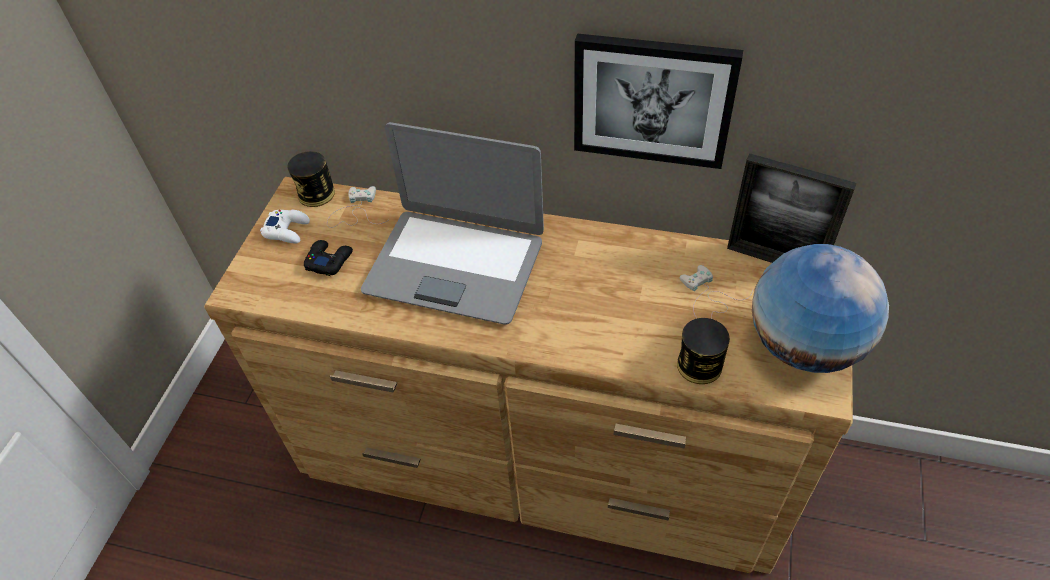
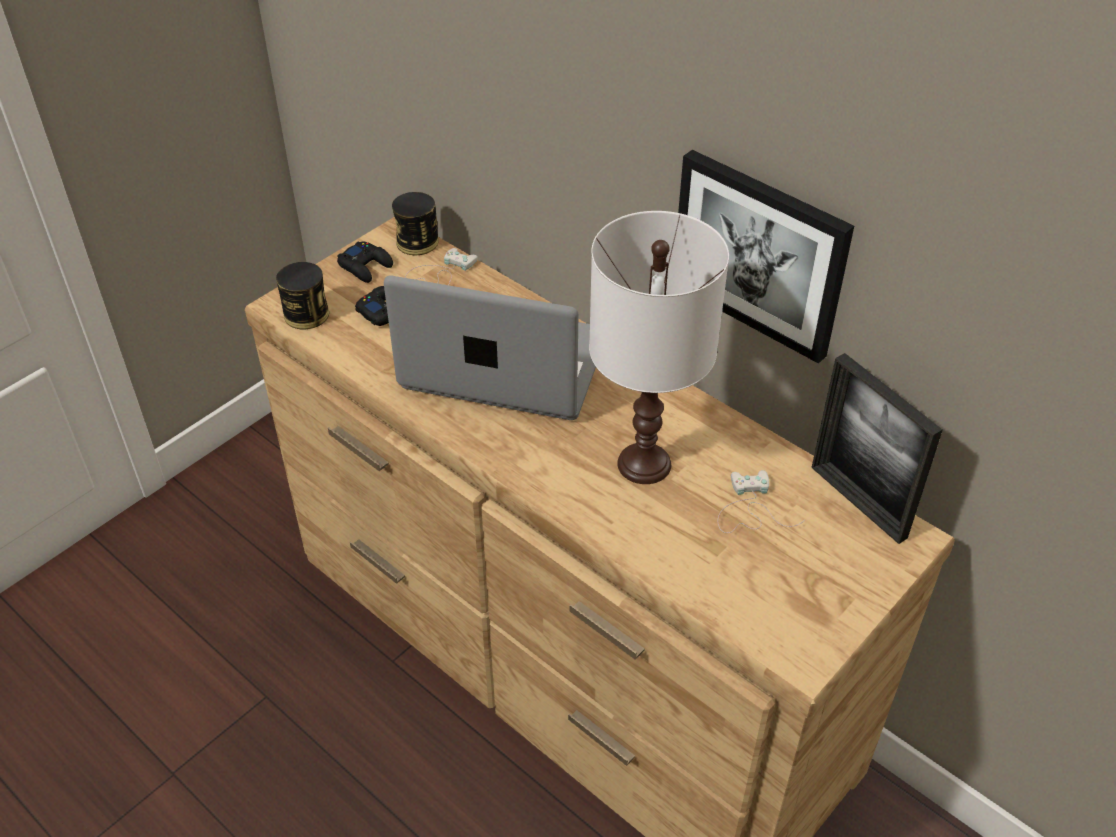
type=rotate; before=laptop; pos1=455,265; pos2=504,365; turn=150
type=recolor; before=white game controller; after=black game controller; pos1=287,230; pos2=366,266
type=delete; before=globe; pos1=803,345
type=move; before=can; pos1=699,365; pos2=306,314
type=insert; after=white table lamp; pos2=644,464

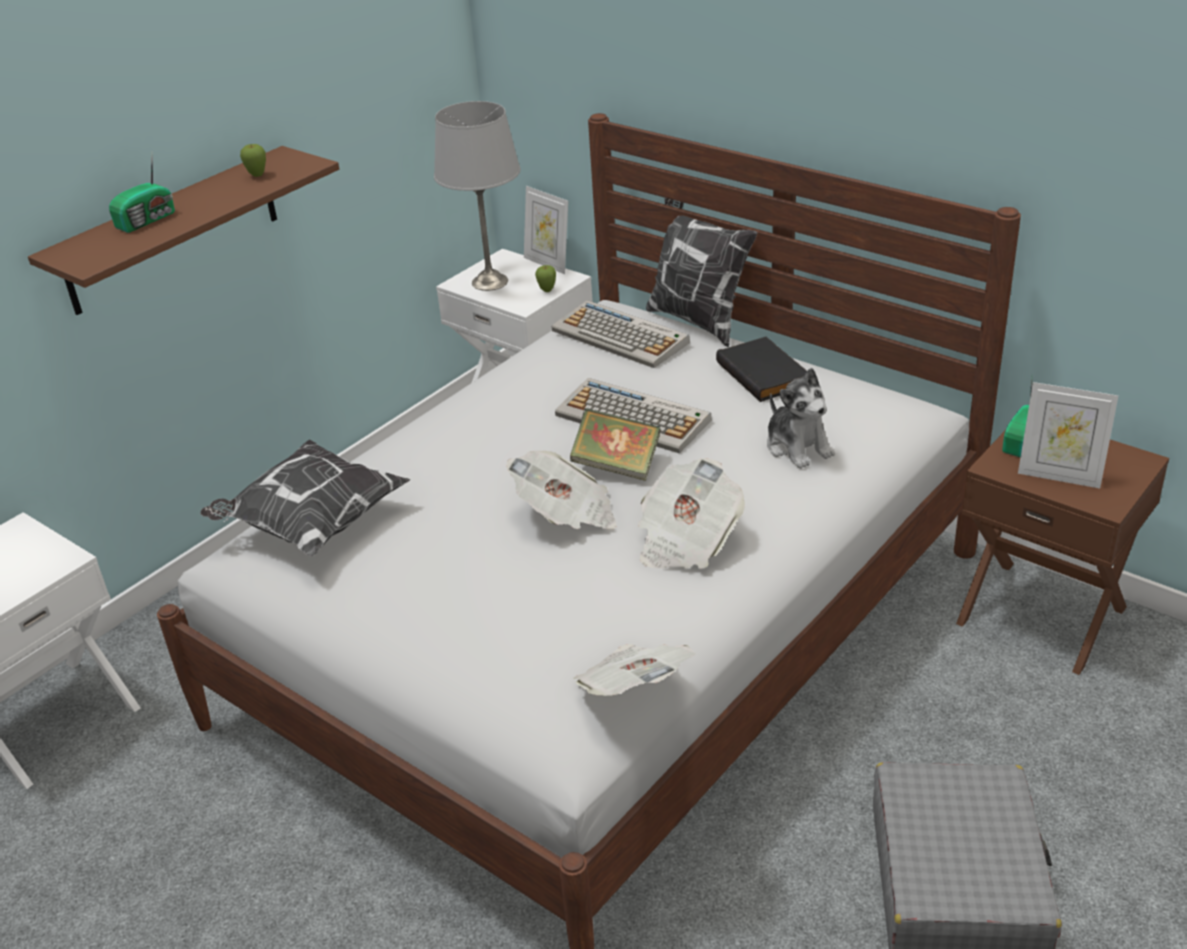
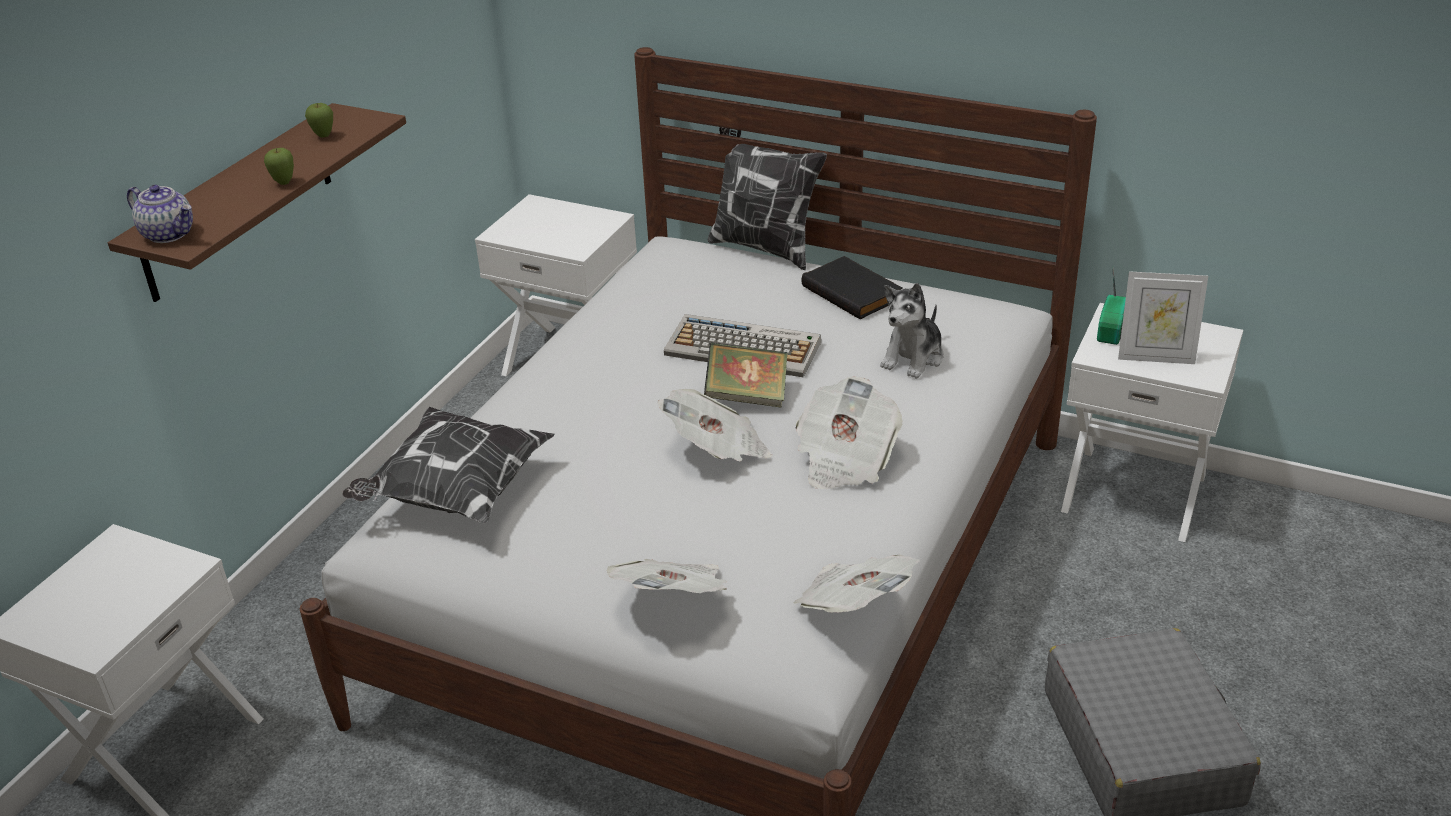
type=delete; before=grey table lamp; pos1=490,282
type=delete; before=radio; pos1=148,220
type=delete; before=picture frame; pos1=548,263
type=move; before=apple; pos1=547,290; pos2=284,183
type=delete; before=keyboard; pos1=621,336
type=rotate; before=plush toy; pos1=798,447; pos2=913,358; turn=75
type=recolor; before=brown nightstand; after=white nightstand; pos1=1042,614; pos2=1134,491
type=insert; after=teapot; pos2=169,234
type=insert; after=newspaper; pos2=674,599

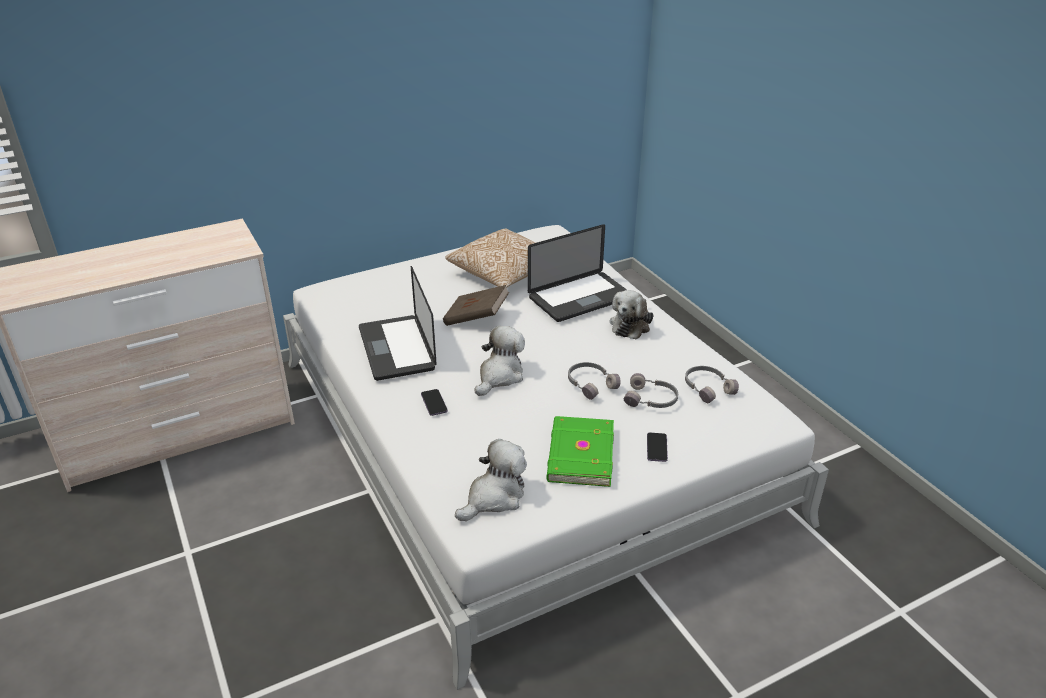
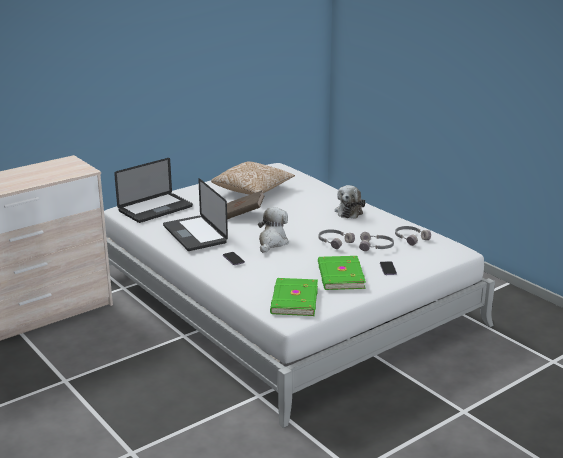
type=move; before=laptop; pos1=580,298; pos2=155,209
type=replace; before=plush toy; after=green book; pos1=494,497; pos2=293,300

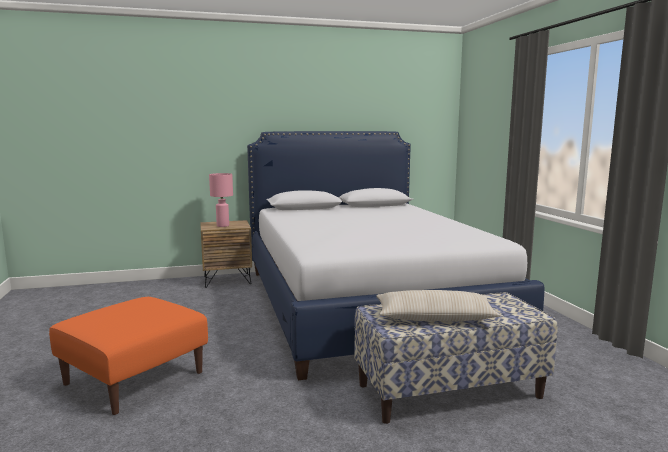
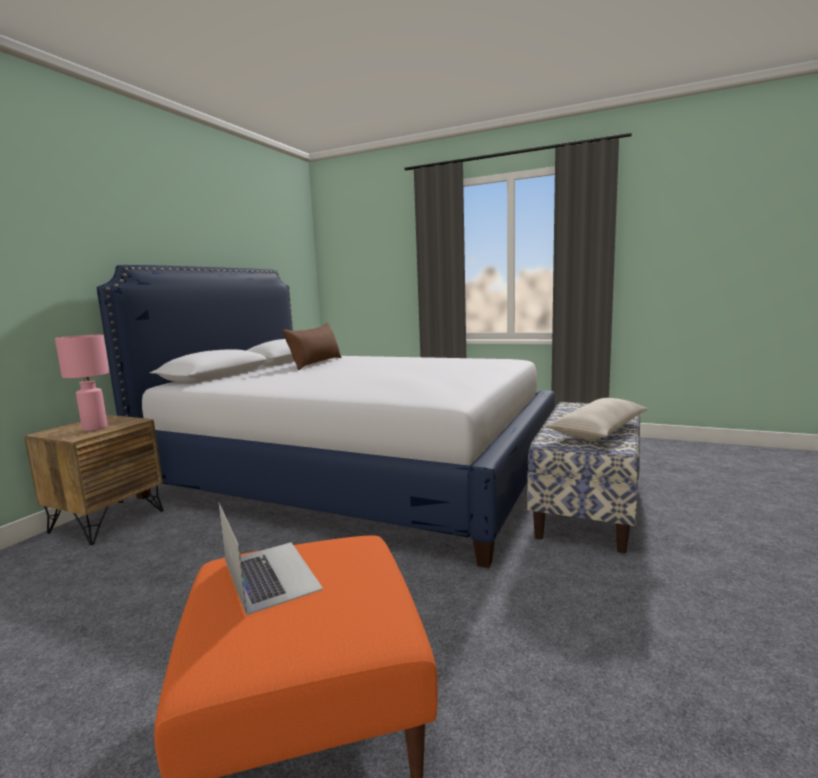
type=insert; after=brown pillow; pos2=316,363
type=insert; after=laptop; pos2=270,574

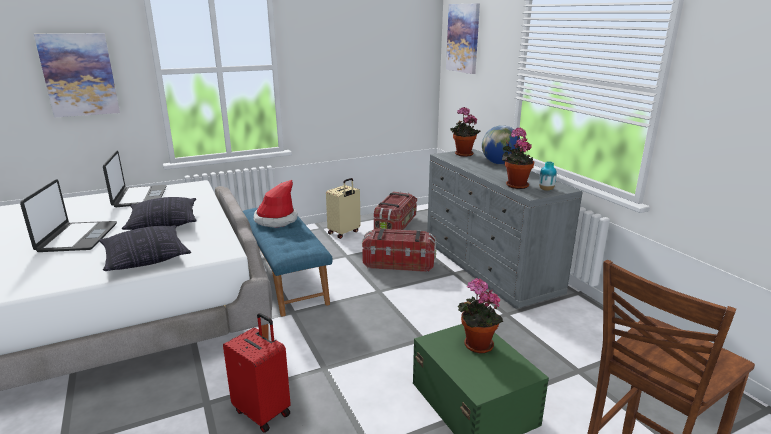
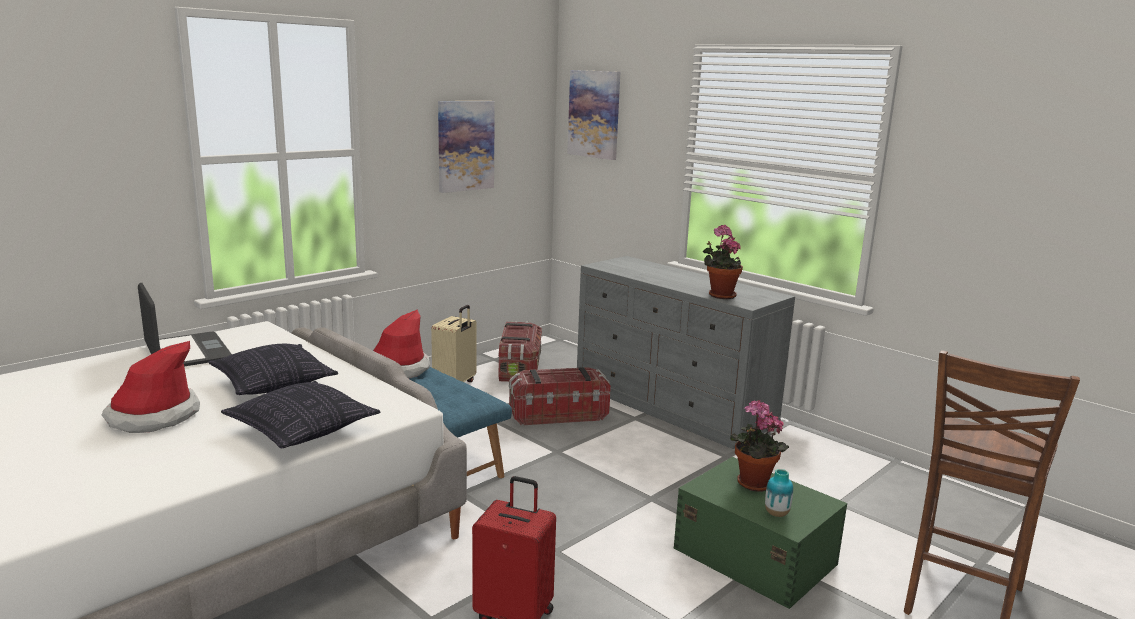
type=move; before=picture; pos1=79,75; pos2=465,146
type=delete; before=potted plant; pos1=462,154
type=delete; before=globe; pos1=499,163
type=move; before=vase; pos1=546,190; pos2=776,514
type=replace; before=laptop; after=hat; pos1=77,237; pos2=153,416

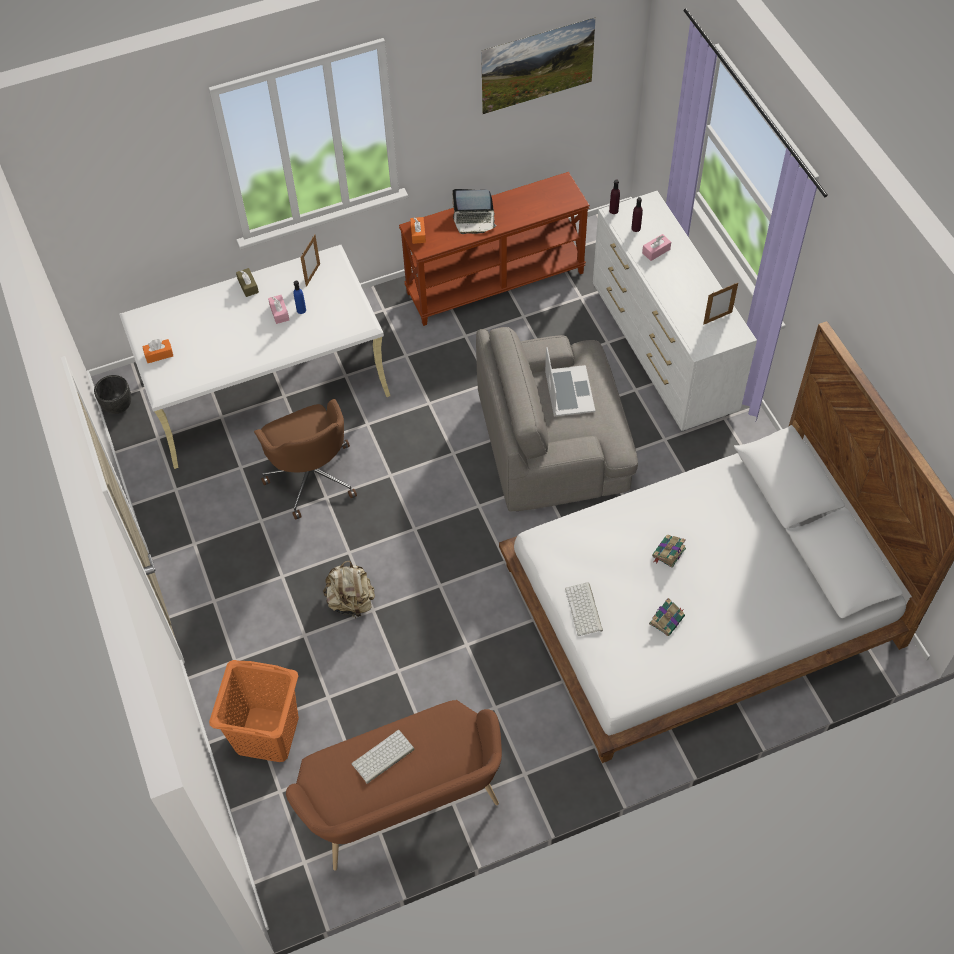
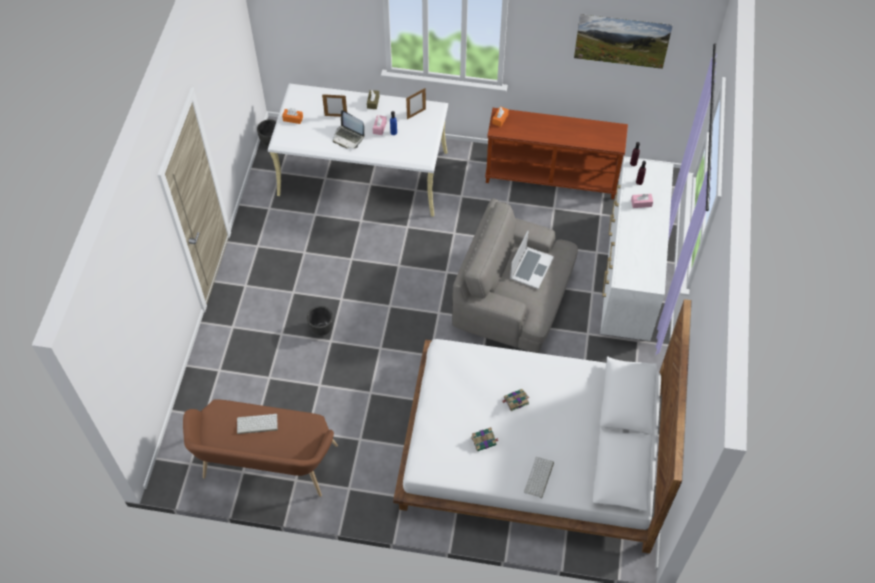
type=move; before=laptop; pos1=474,220; pos2=348,137
type=move; before=picture frame; pos1=717,318; pos2=336,116
type=delete; before=brown office chair; pos1=312,476
type=replace; before=beige backpack; after=black planter; pos1=351,601; pos2=322,329
type=move; before=keyboard; pos1=584,610; pos2=539,478
type=delete; before=orange laundry basket; pos1=266,734

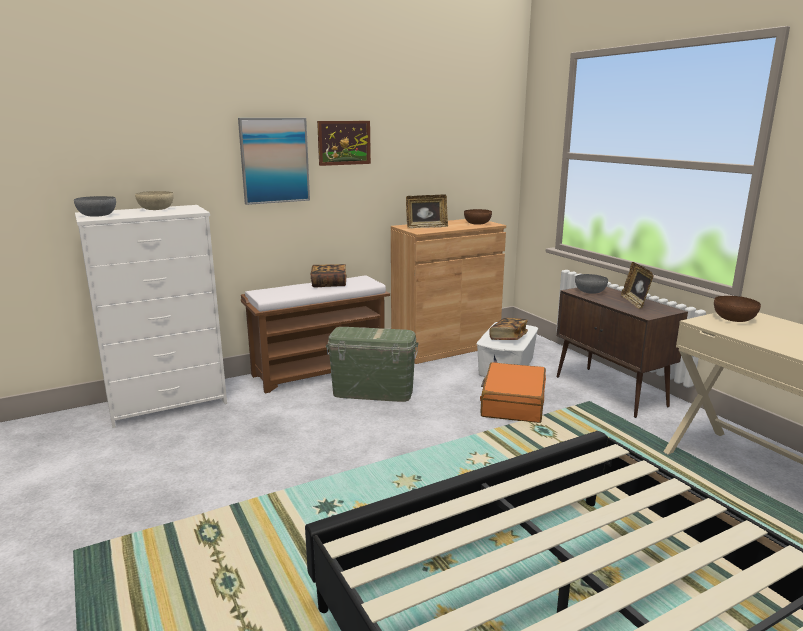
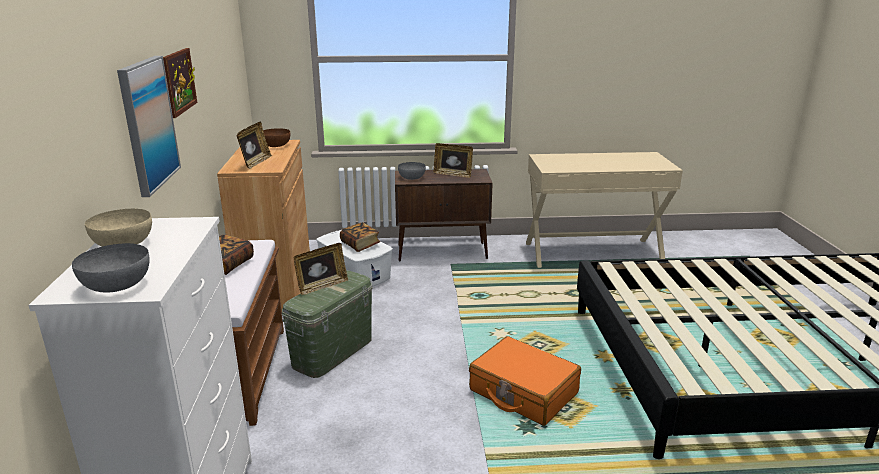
type=delete; before=brown bowl; pos1=733,319
type=move; before=orange suitcase; pos1=512,403; pos2=523,392
type=insert; after=picture frame; pos2=322,286

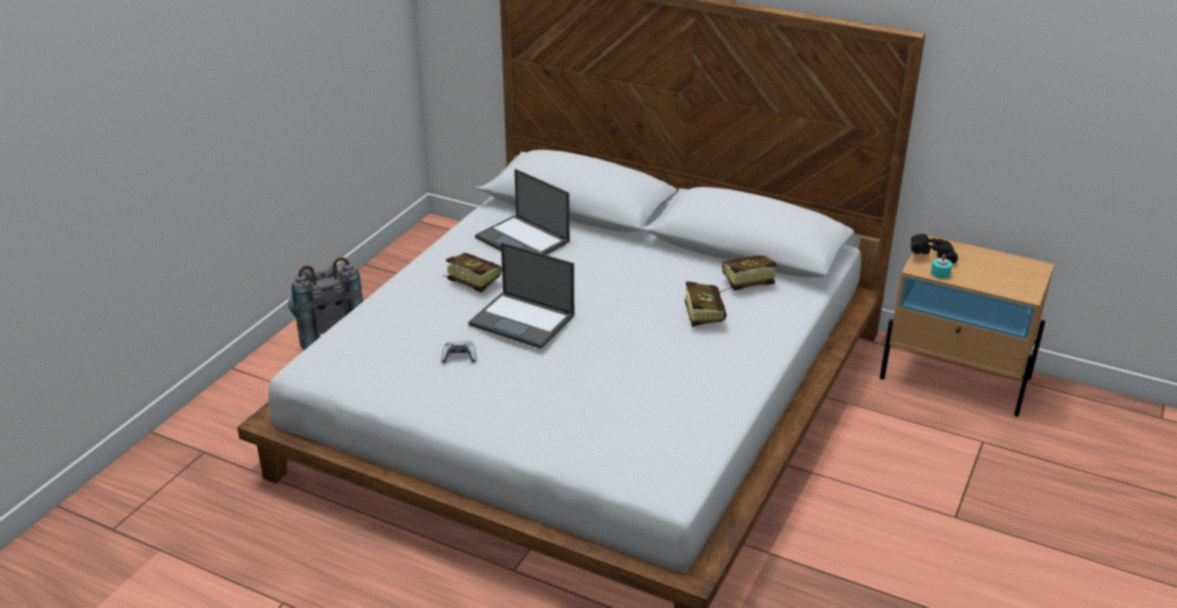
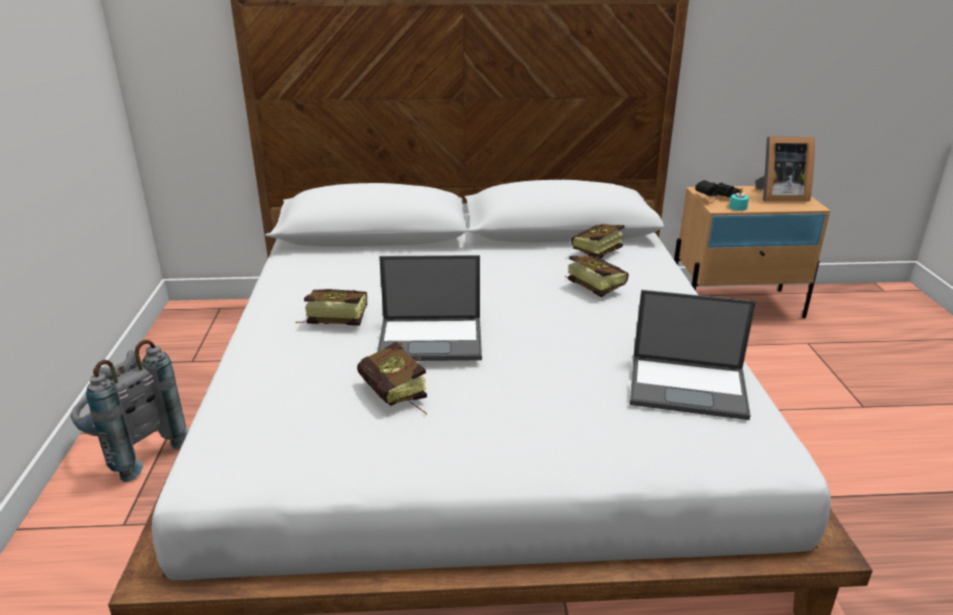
type=move; before=laptop; pos1=523,240; pos2=689,387
type=replace; before=game controller; after=book; pos1=459,357; pos2=397,398
type=insert; after=picture frame; pos2=778,196

